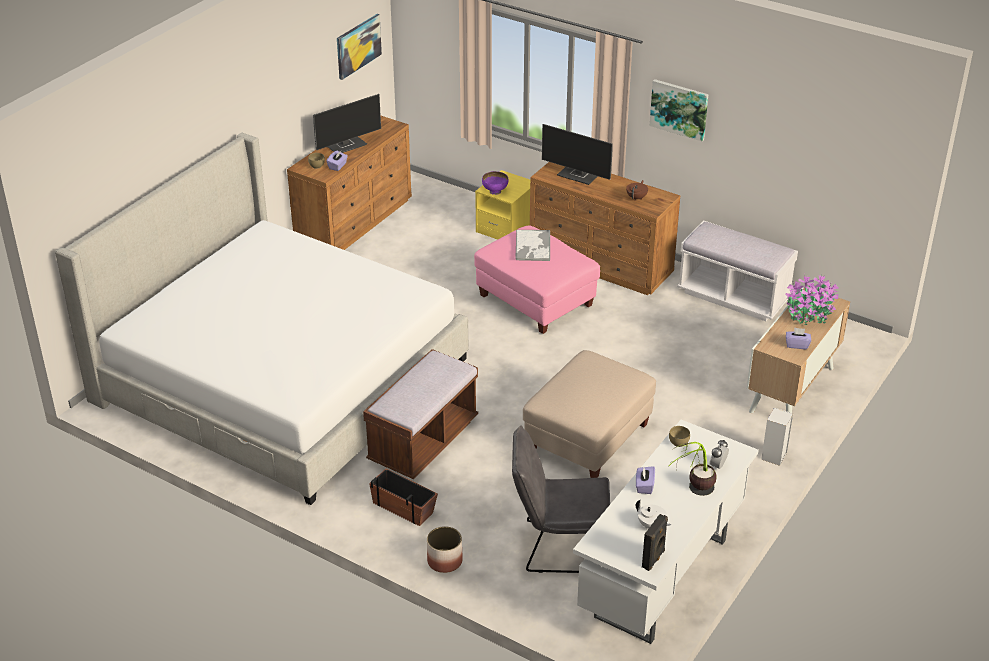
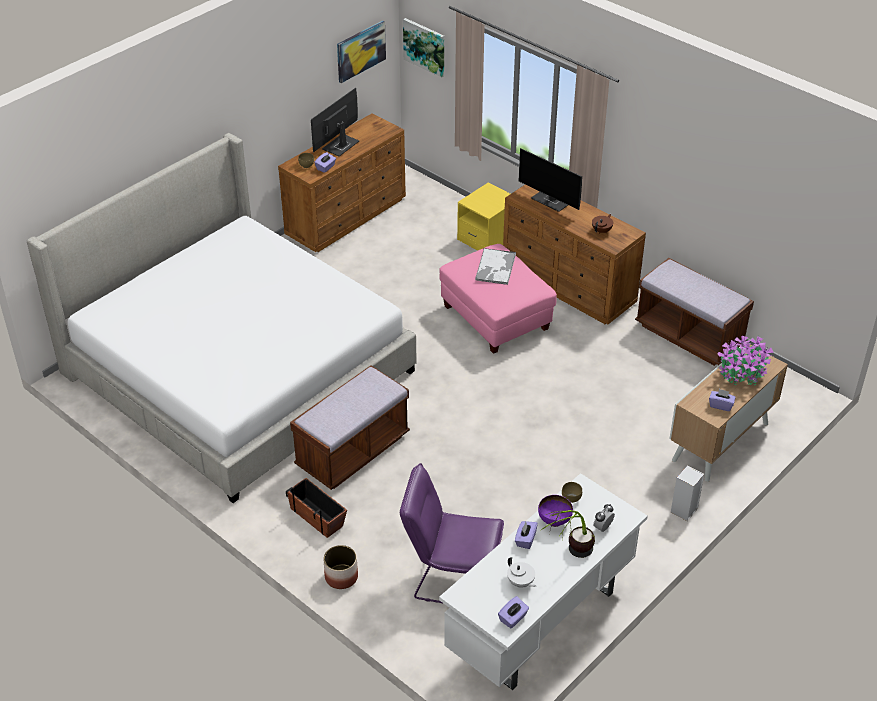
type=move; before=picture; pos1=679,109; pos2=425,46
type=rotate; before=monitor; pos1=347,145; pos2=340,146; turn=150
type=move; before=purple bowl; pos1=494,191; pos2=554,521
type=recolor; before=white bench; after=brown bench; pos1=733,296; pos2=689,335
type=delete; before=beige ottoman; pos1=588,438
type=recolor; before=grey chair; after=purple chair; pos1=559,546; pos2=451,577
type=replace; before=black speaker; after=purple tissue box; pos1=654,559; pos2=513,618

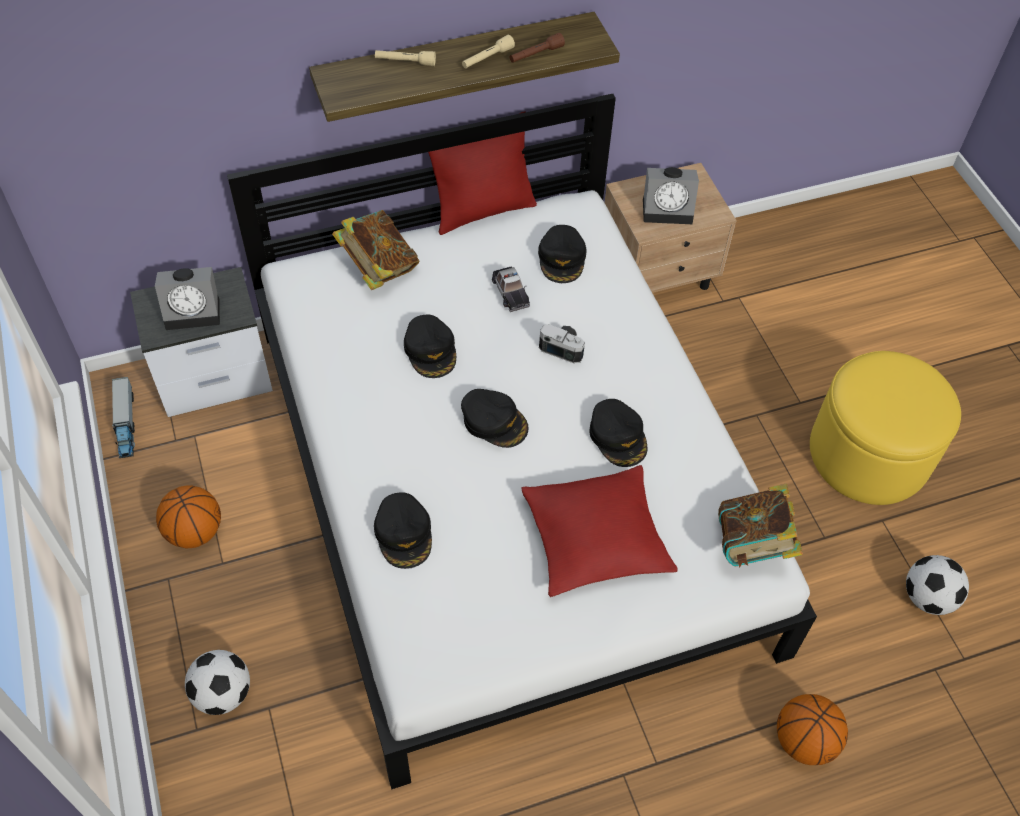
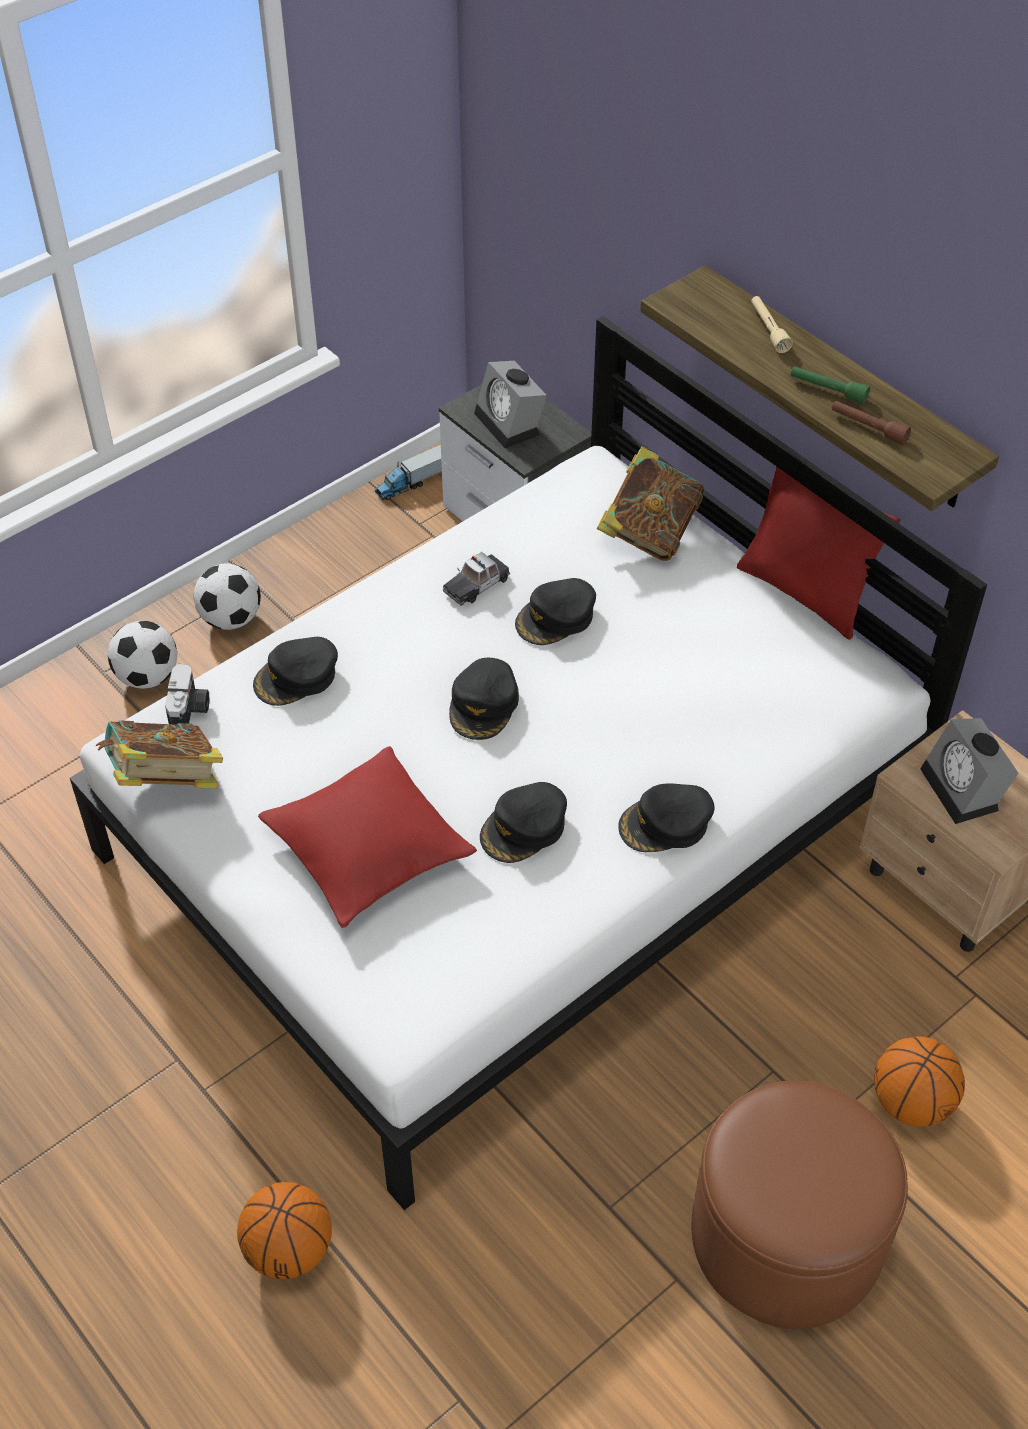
type=recolor; before=beige flashlight; after=green flashlight; pos1=487,58; pos2=828,390
type=move; before=black cap; pos1=562,258; pos2=665,824
type=move; before=toy car; pos1=510,292; pos2=476,584
type=move; before=photo camera; pos1=563,347; pos2=190,709
type=recolor; before=yellow ottoman; after=brown ottoman; pos1=869,454; pos2=786,1236
type=move; before=book; pos1=753,544; pos2=166,781
type=move; before=basketball; pos1=195,532; pos2=911,1103
type=move; before=football; pos1=927,597; pos2=231,619

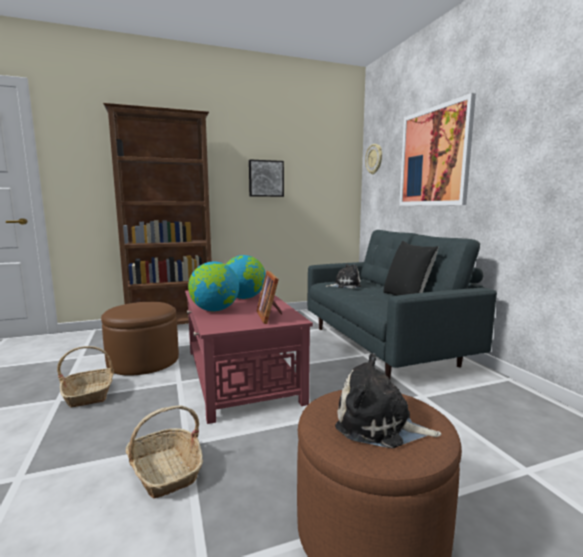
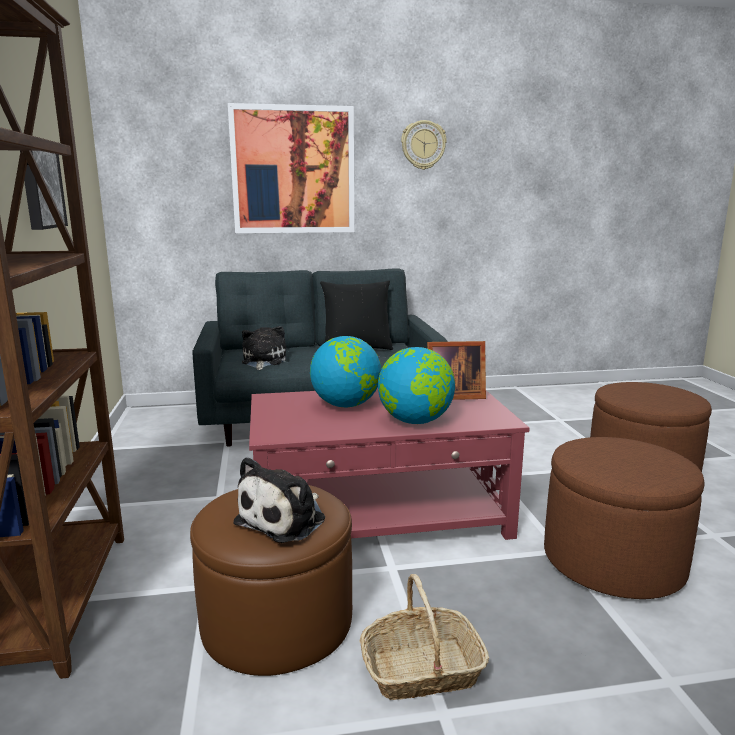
type=move; before=wall clock; pos1=374,159; pos2=423,145
type=move; before=plush toy; pos1=379,425; pos2=285,520
type=replace; before=basket; after=brown ottoman; pos1=165,471; pos2=613,561

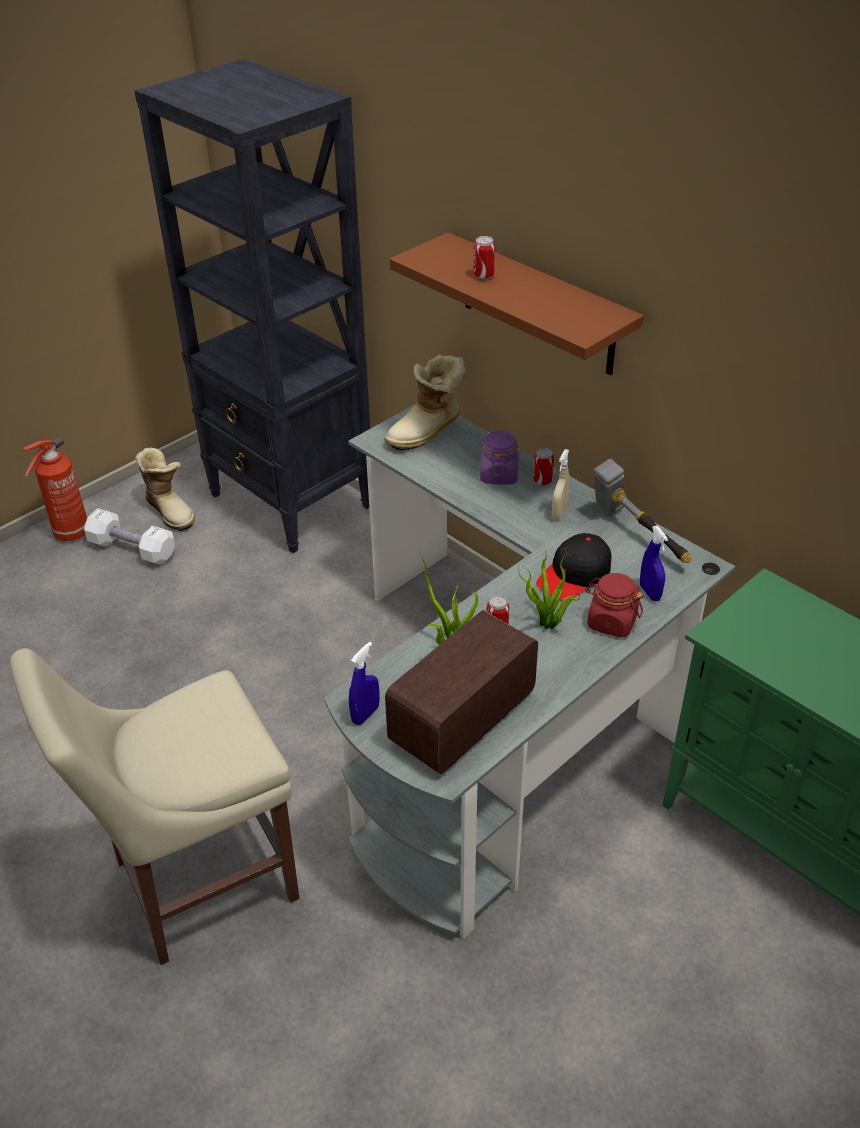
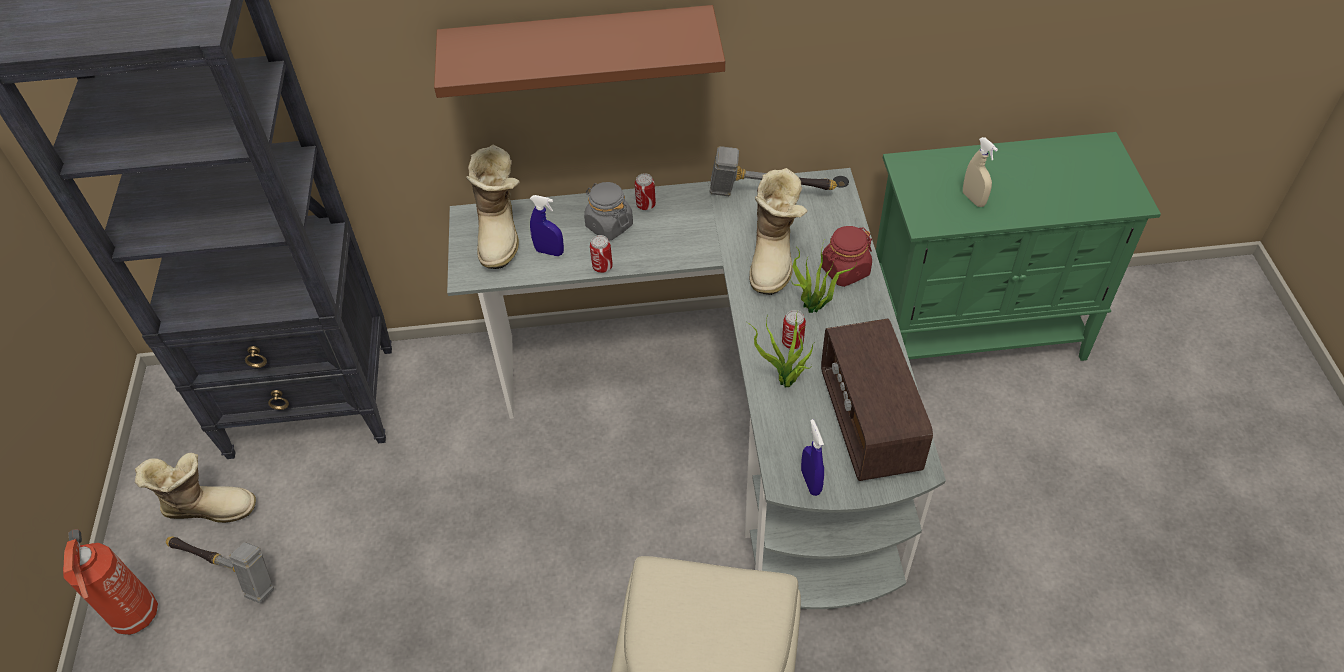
type=move; before=can; pos1=483,276; pos2=602,267
type=recolor; before=purple jar; after=grey jar; pos1=499,475; pos2=609,225
type=move; before=beige spray bottle; pos1=559,513; pos2=973,199
type=replace; before=white dumbbell; after=hammer; pos1=132,549; pos2=227,572
type=move; before=blue spray bottle; pos1=650,592; pos2=549,252
type=replace; before=black cap; after=boot; pos1=574,575; pos2=775,258

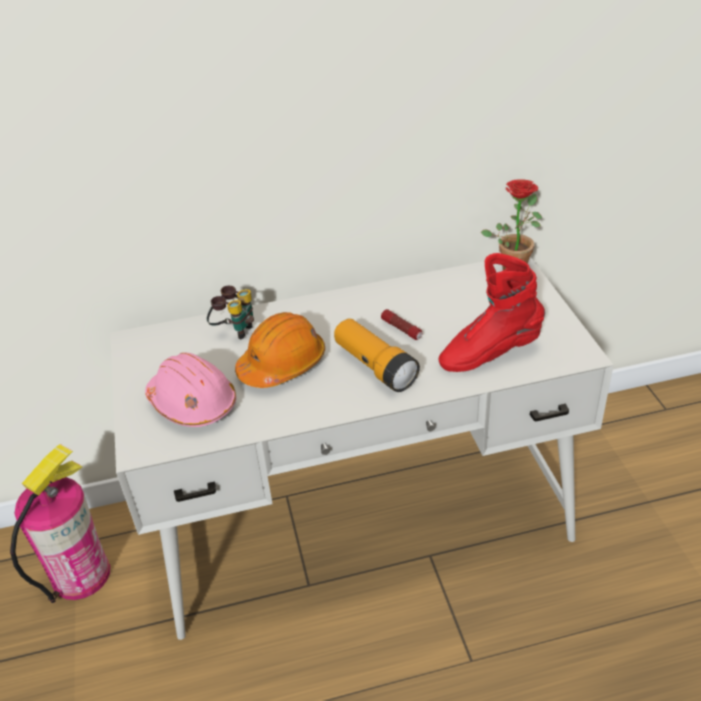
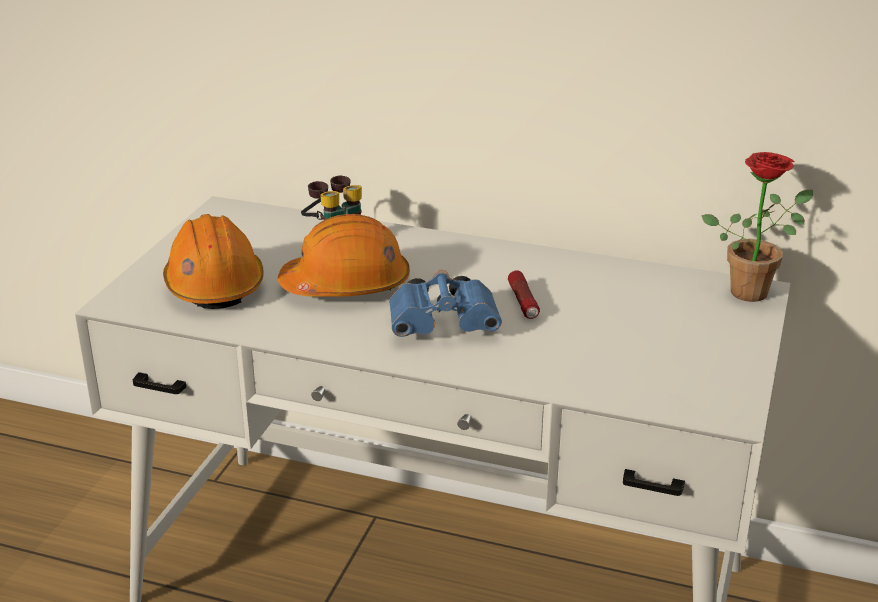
type=delete; before=red boot; pos1=489,353
type=replace; before=flashlight; after=blue binoculars; pos1=375,366; pos2=446,325
type=recolor; before=pink hard hat; after=orange hard hat; pos1=193,403; pos2=214,284
type=delete; before=fire extinguisher; pos1=81,574

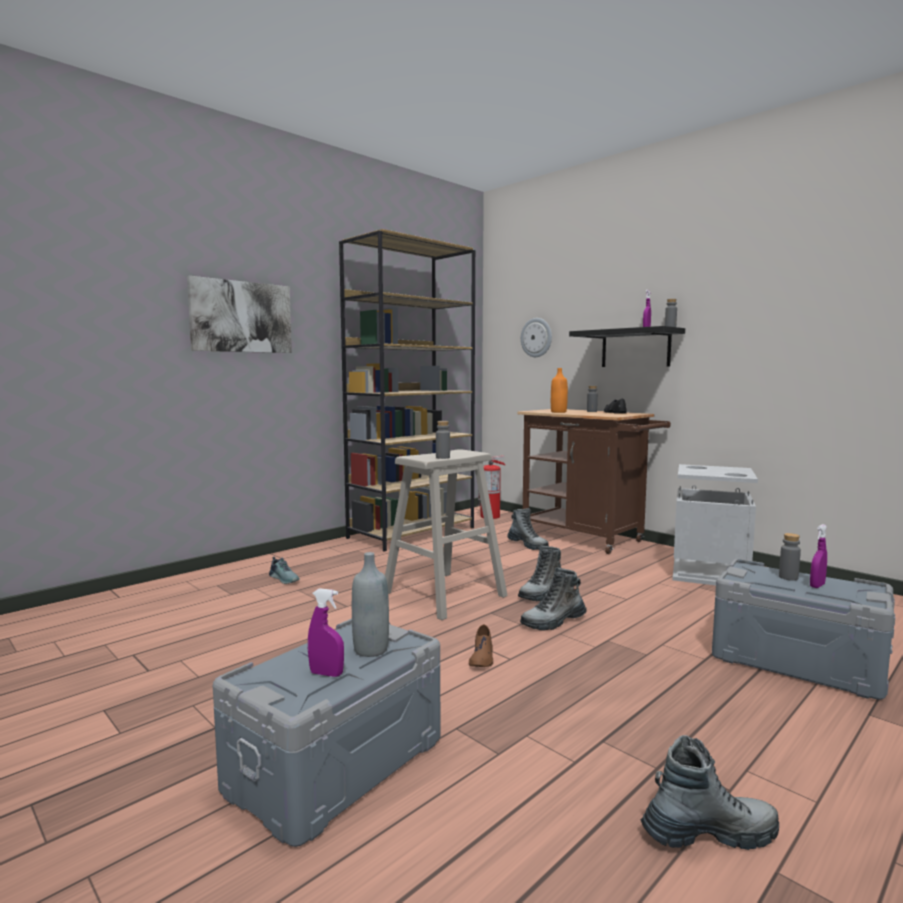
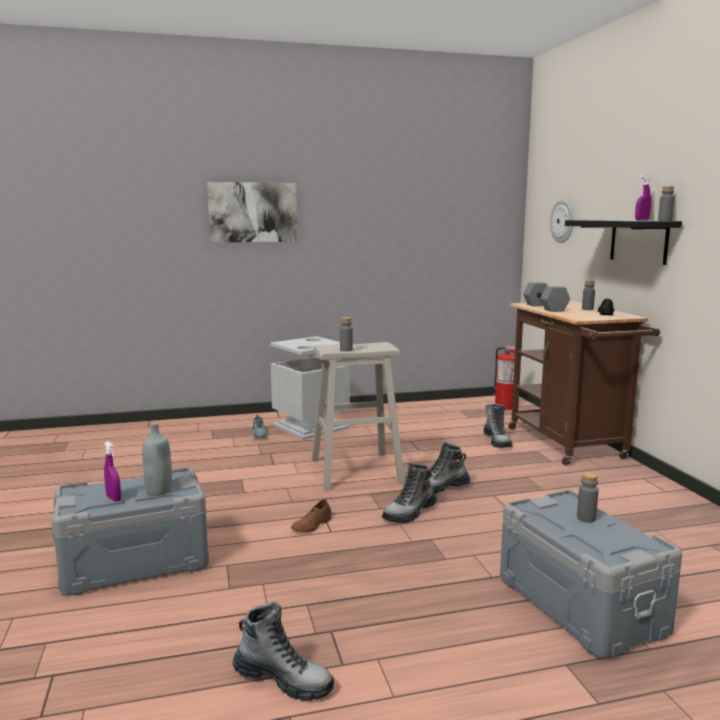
type=delete; before=brown bookcase; pos1=412,532
type=replace; before=orange bottle; after=grey dumbbell; pos1=558,412; pos2=546,308
type=move; before=grey trash can; pos1=708,573; pos2=311,426
type=delete; before=purple spray bottle; pos1=817,585
type=rotate; before=boot; pos1=553,621; pos2=410,513; turn=-45

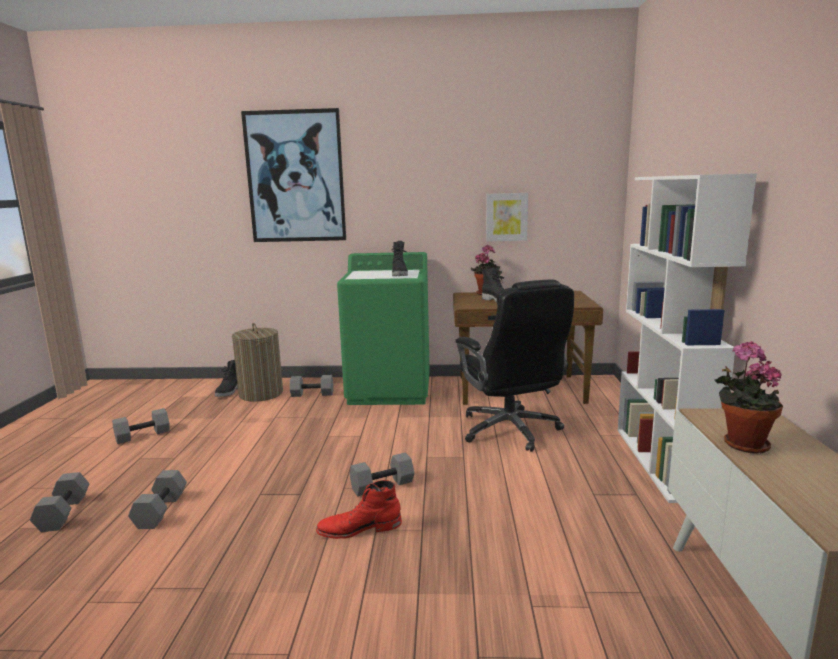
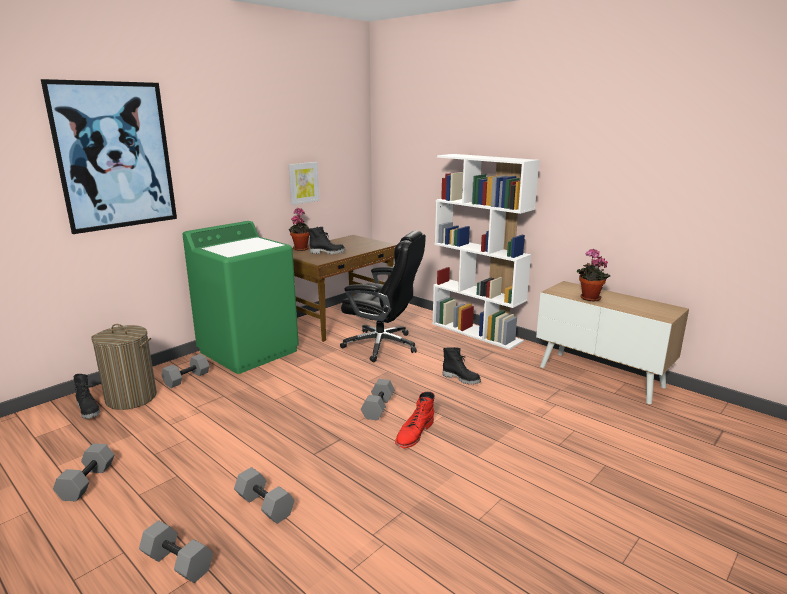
type=move; before=black boot; pos1=399,275; pos2=461,379

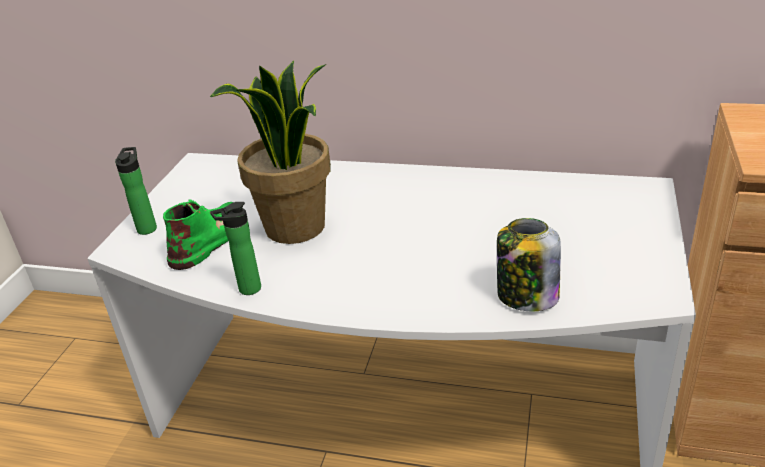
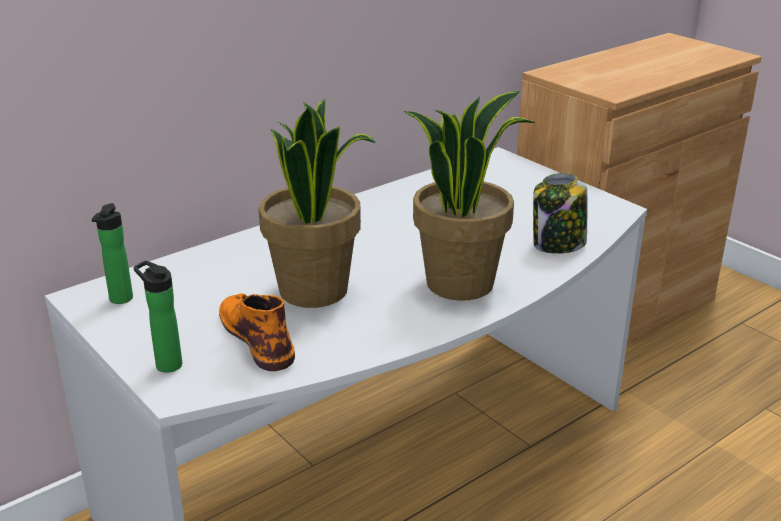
type=recolor; before=green boot; after=orange boot; pos1=210,239; pos2=257,336
type=move; before=bottle; pos1=246,290; pos2=119,300
type=insert; after=potted plant; pos2=460,282

